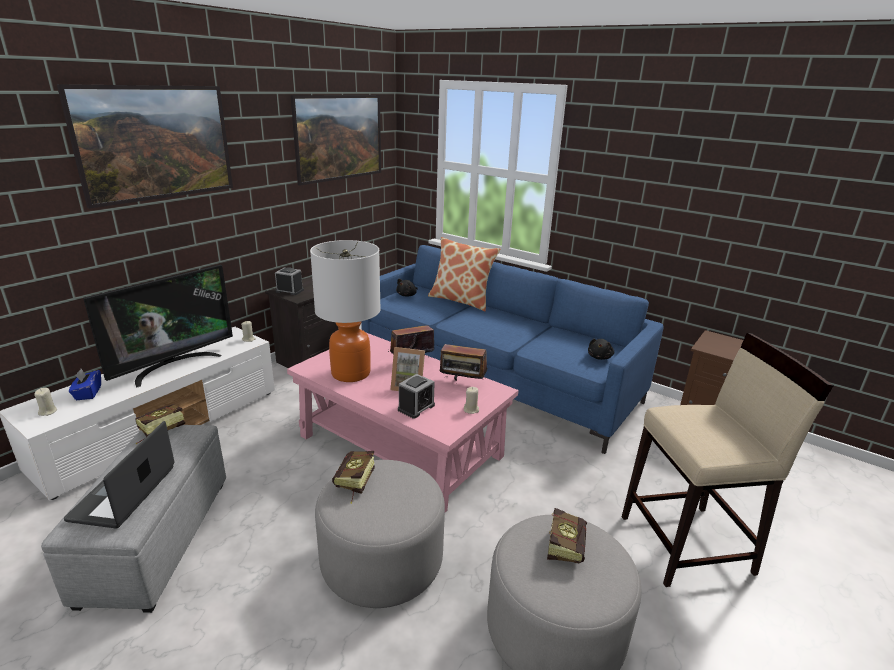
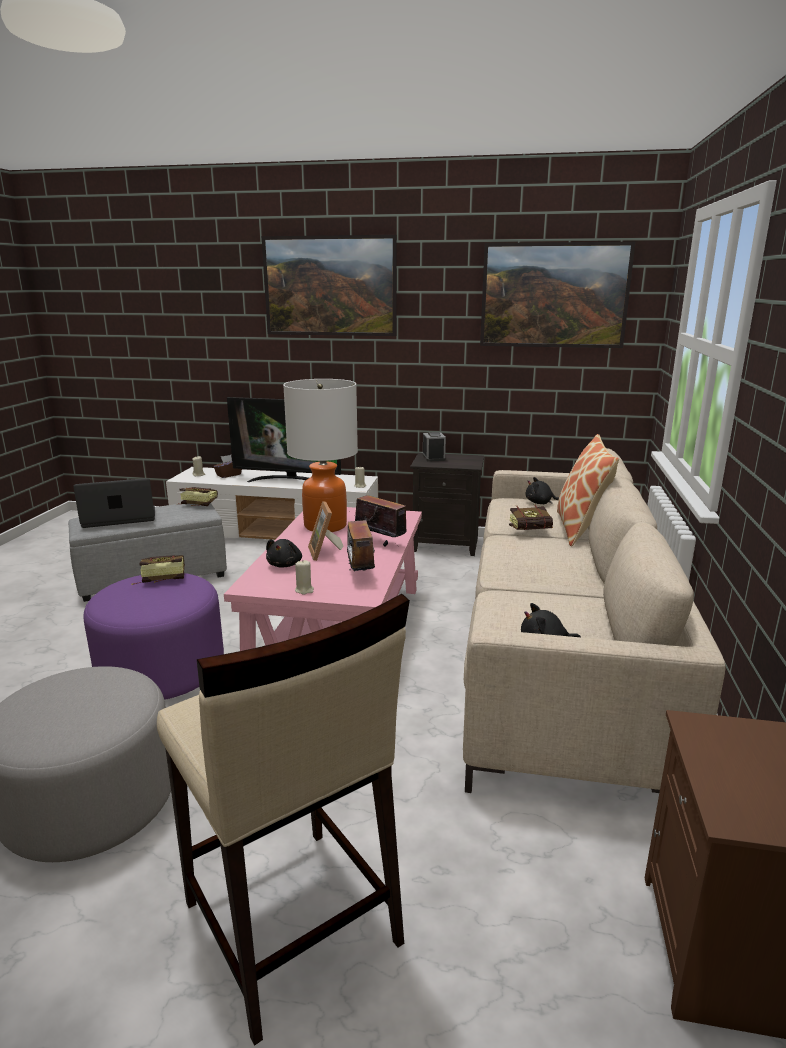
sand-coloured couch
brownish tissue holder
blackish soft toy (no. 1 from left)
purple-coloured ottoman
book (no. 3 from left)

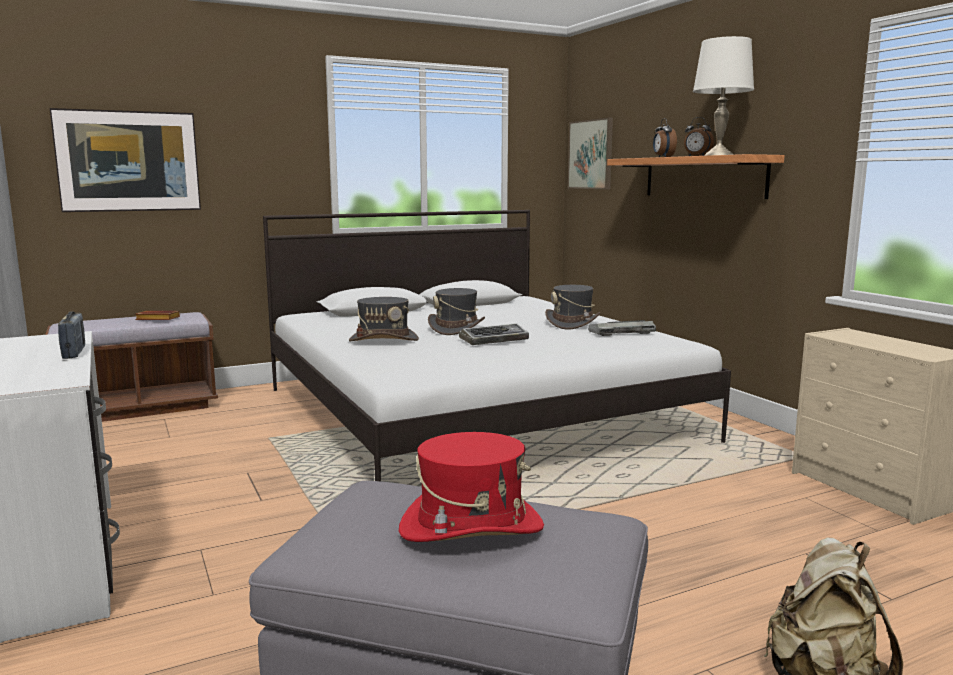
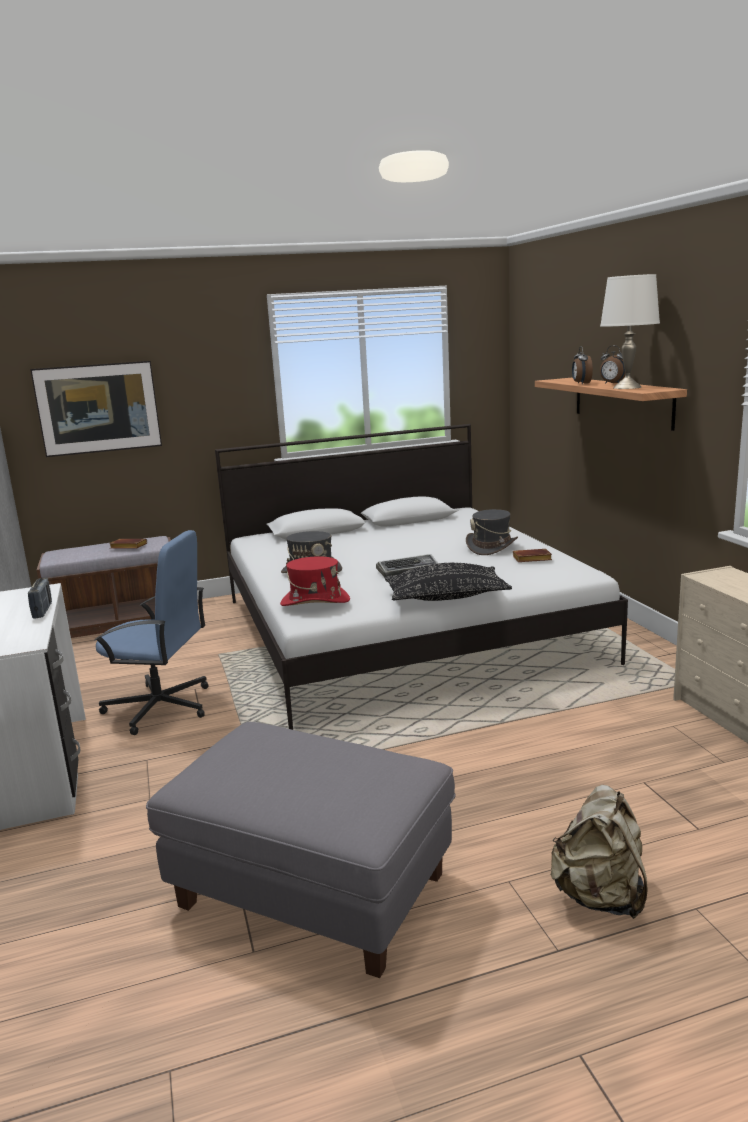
wall picture (no. 2 from left in the first image)
gray wearable hat (no. 2 from left in the first image)
brownish book (no. 2 from left)
red-coloured wearable hat
blue-coloured computer chair
blackish cushion

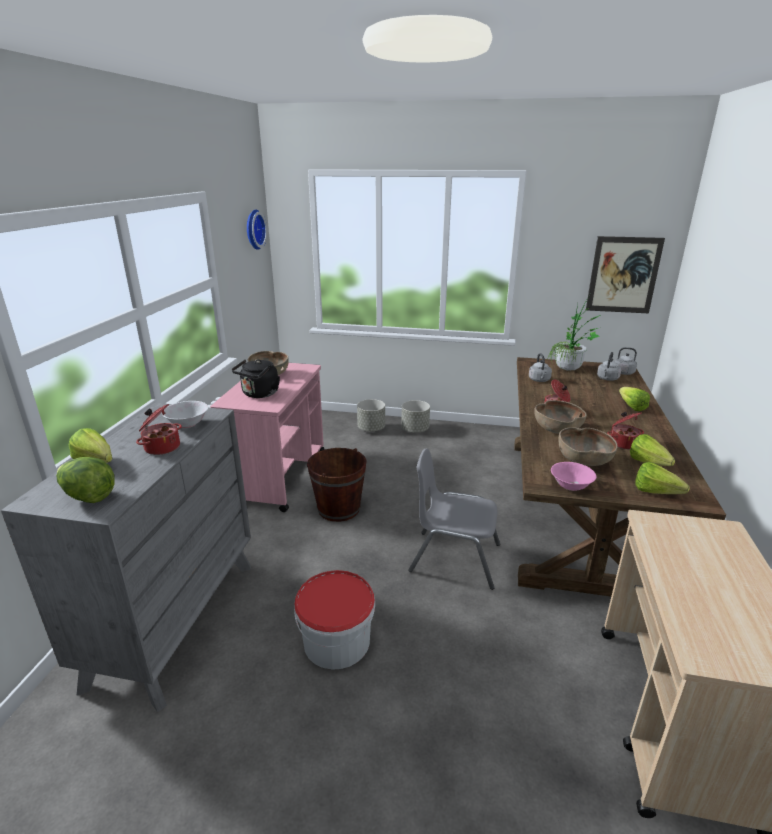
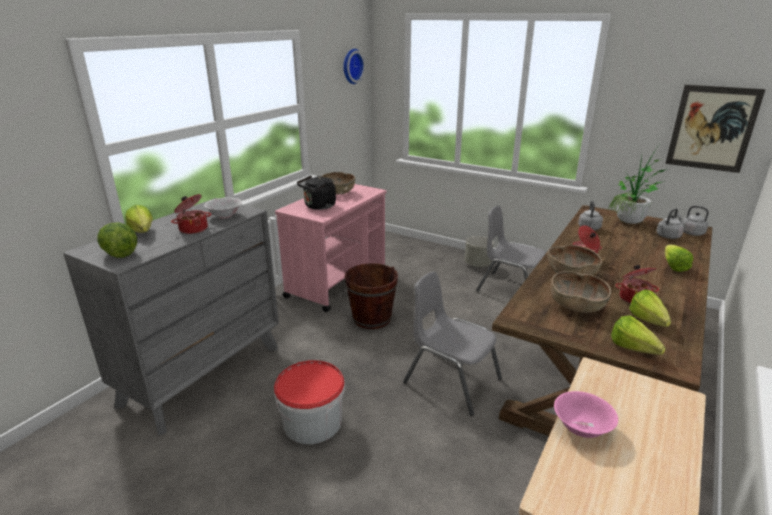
gray planter (no. 1 from left in the first image)
pink-coloured serving bowl
gray plain chair (no. 2 from left)

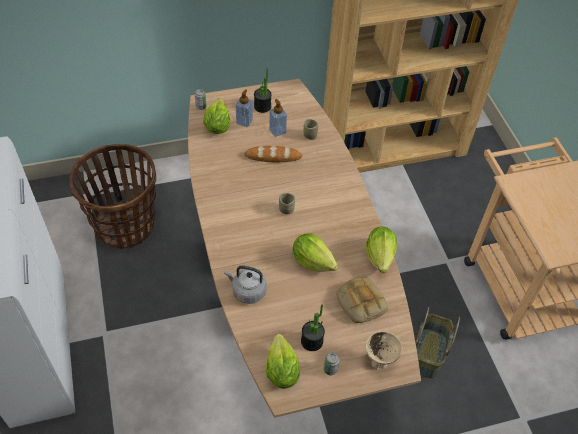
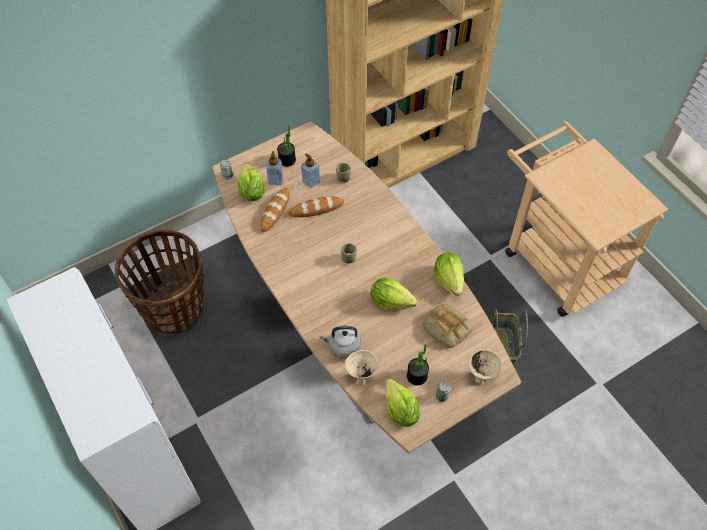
bread (no. 1 from left)
sand-coloured serving bowl (no. 1 from left)

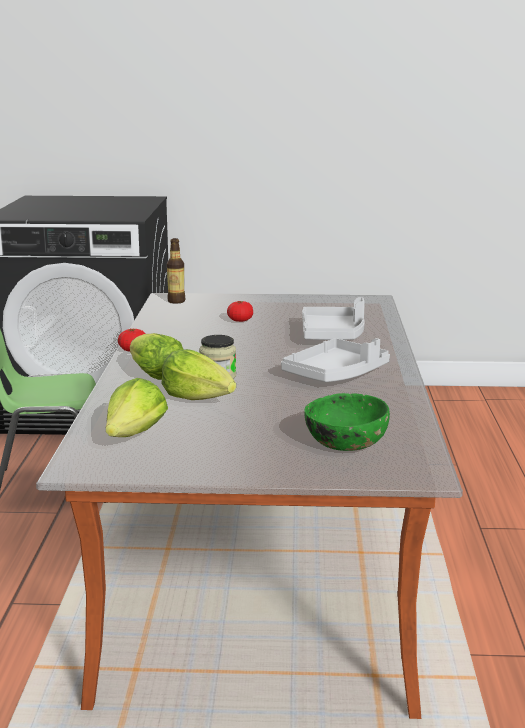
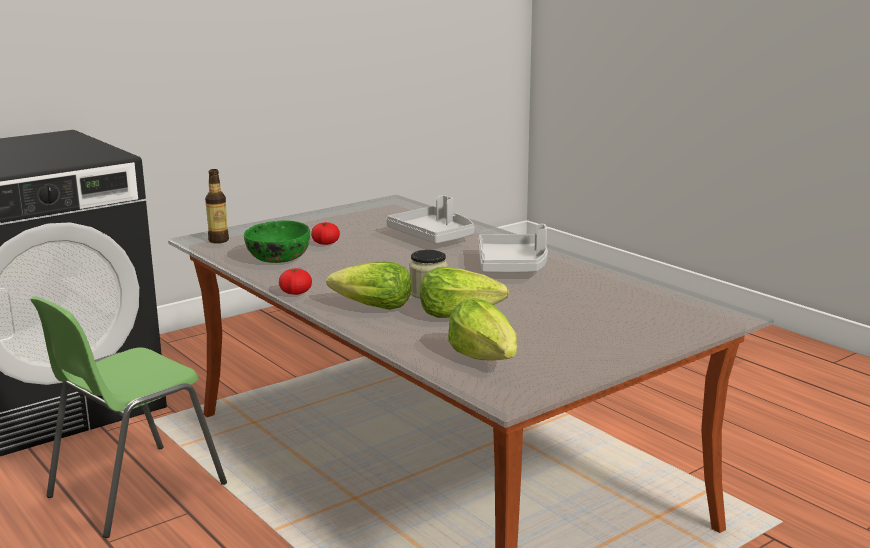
greenish serving bowl

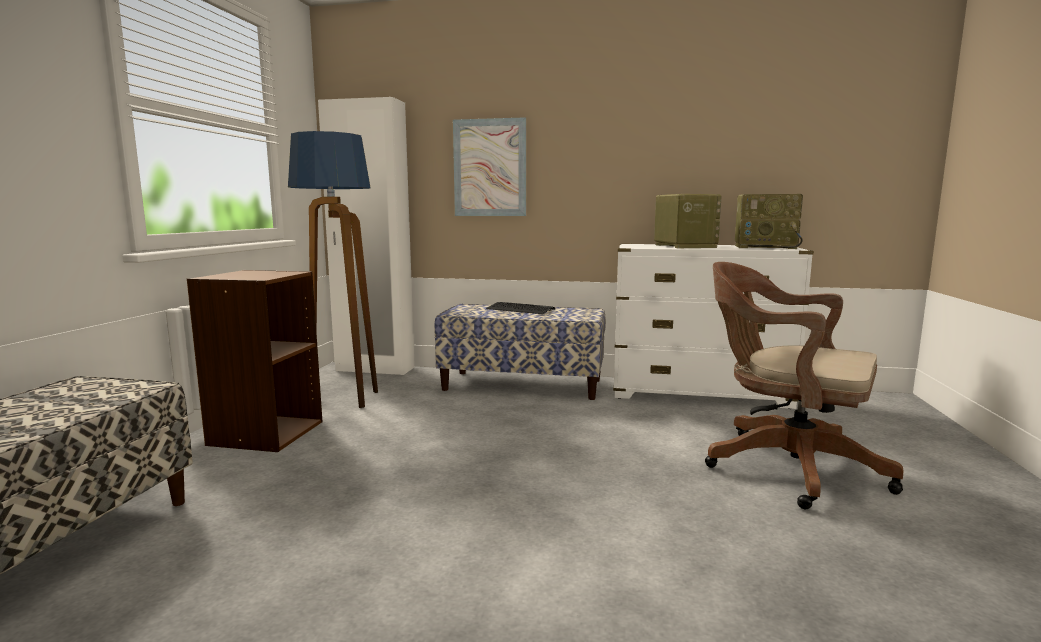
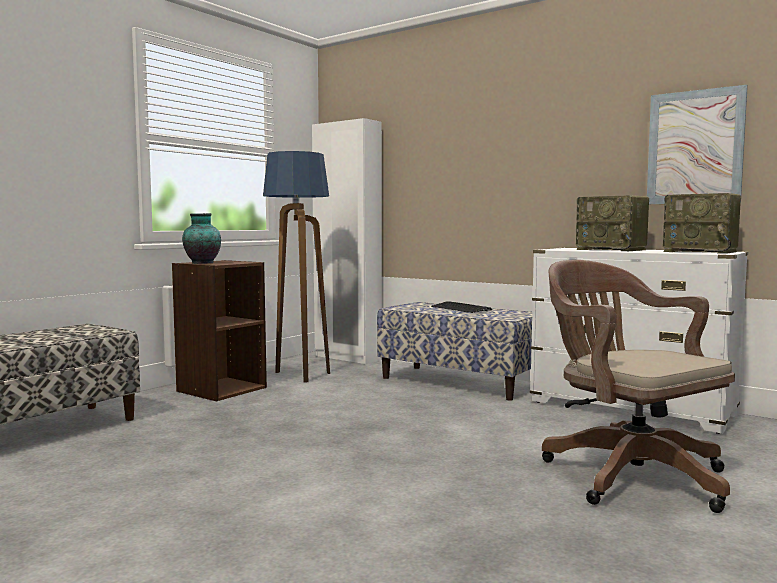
wall picture
radio (no. 1 from left)
decorative vase

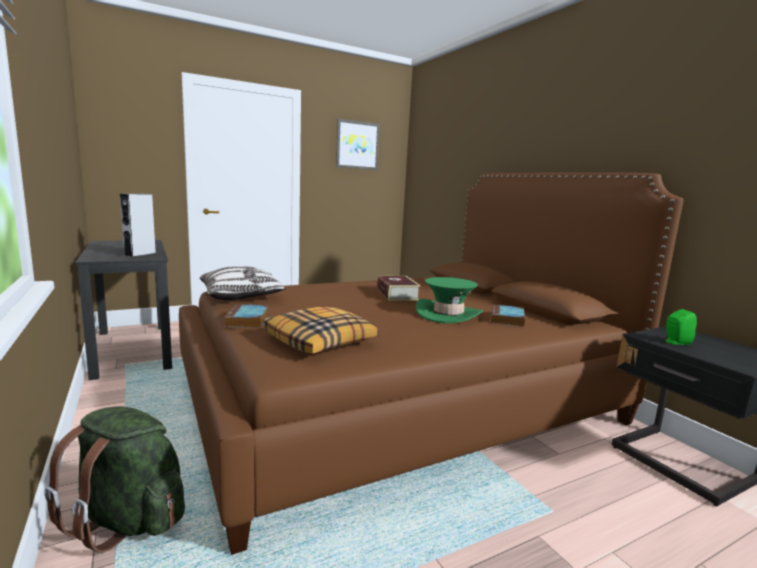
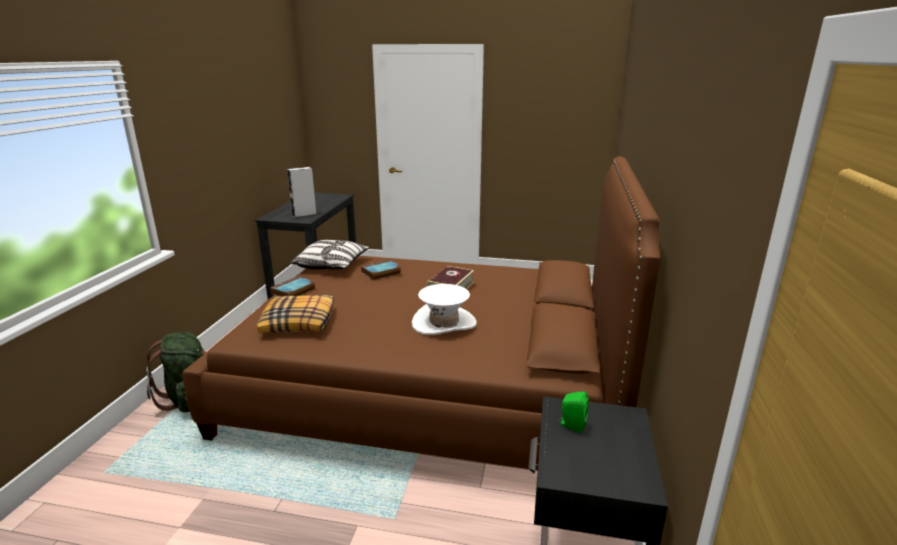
wall picture
whitish wearable hat
book (no. 2 from left)

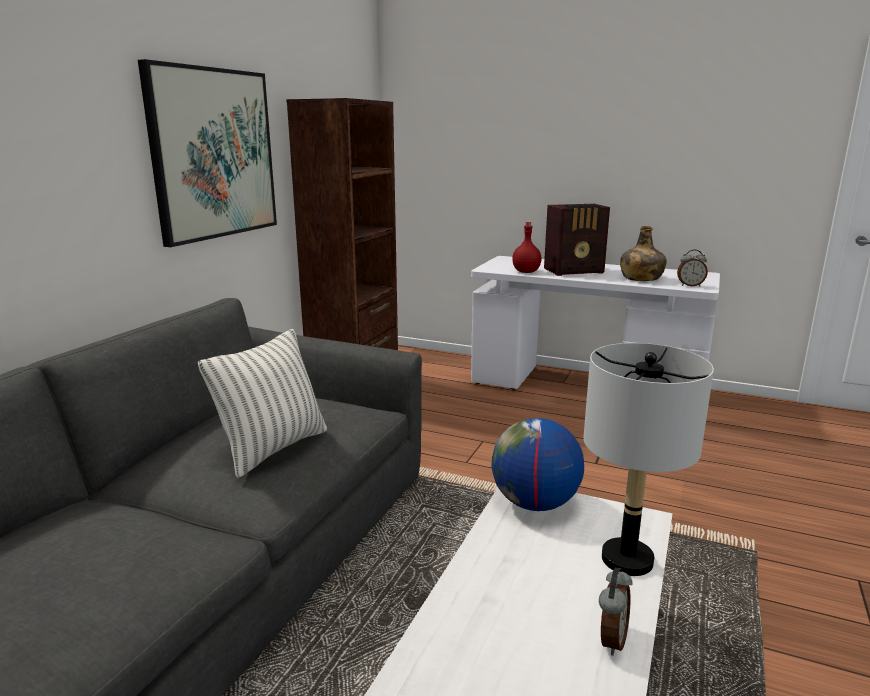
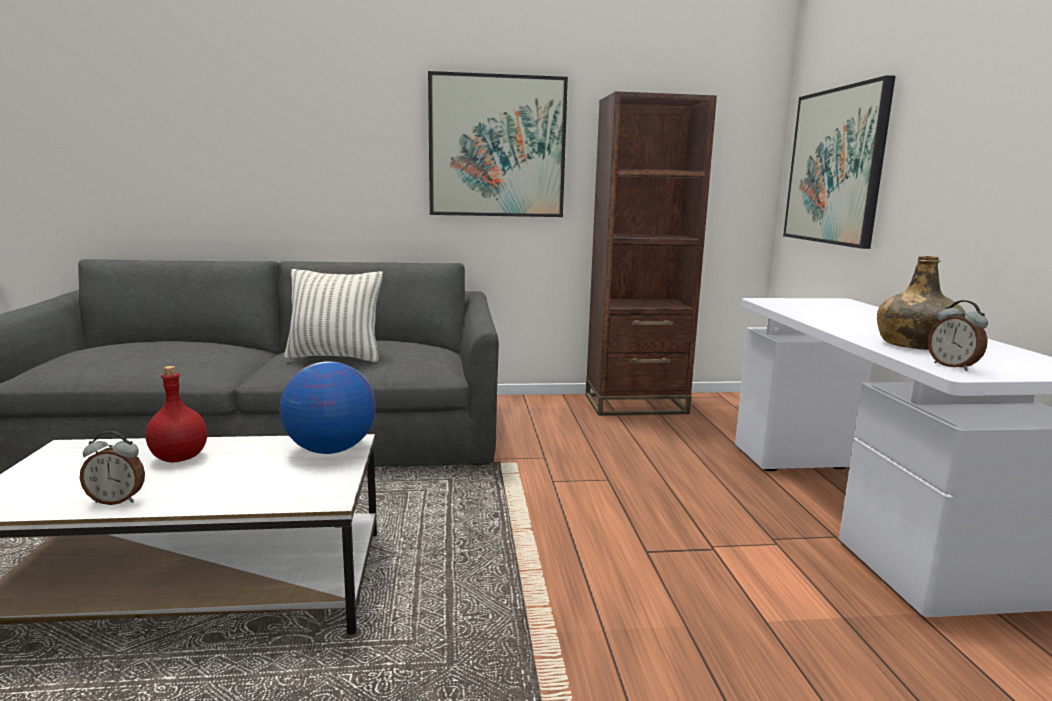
radio
red-coloured drink bottle
gray lamp for a table
wall picture (no. 2 from left)

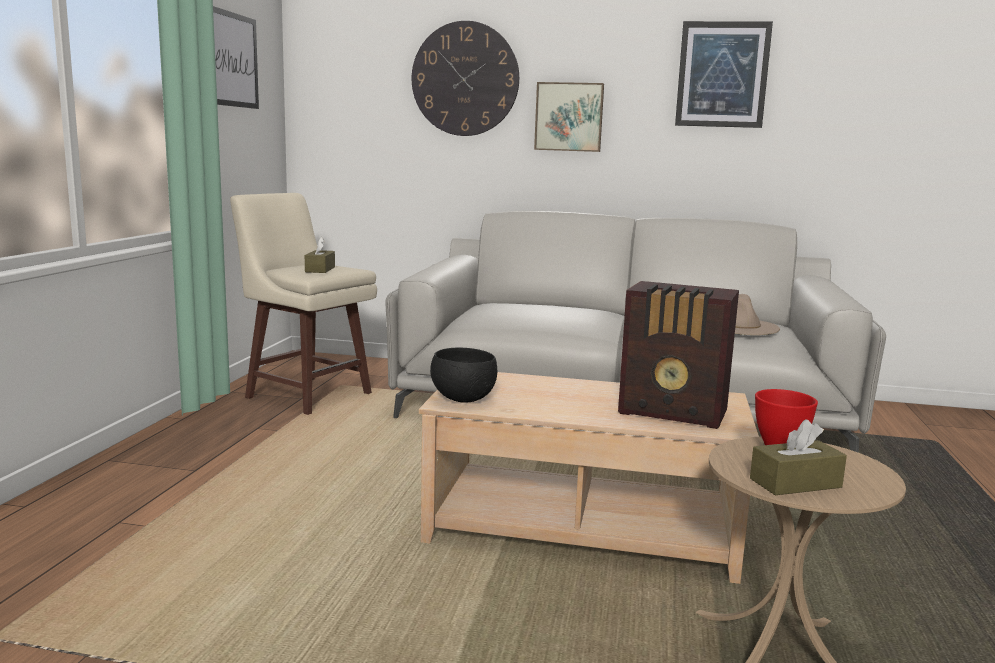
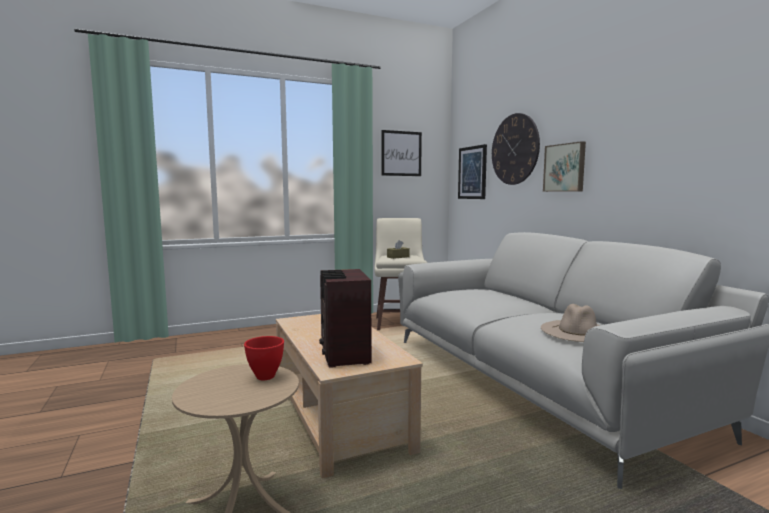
wall picture (no. 2 from left)
blackish serving bowl
brownish tissue holder (no. 2 from left in the first image)

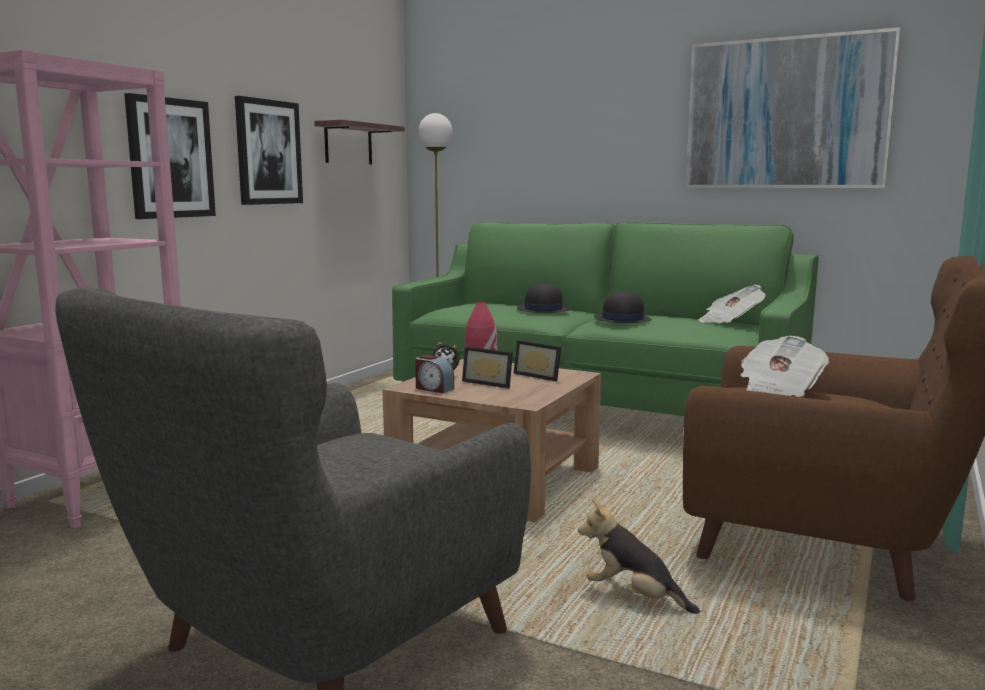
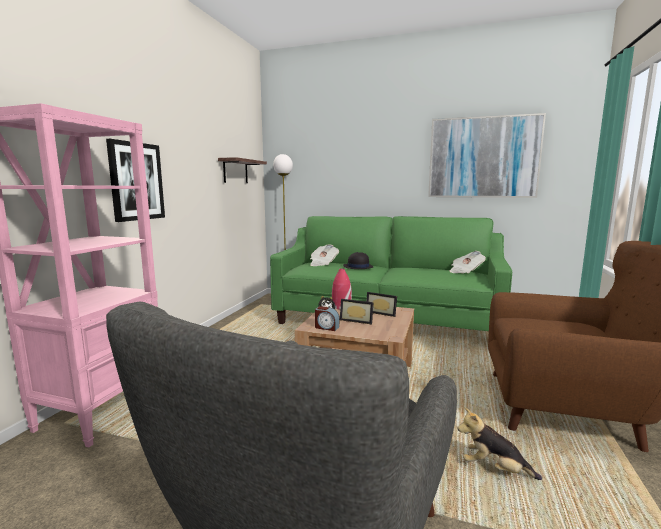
wall picture (no. 2 from left in the first image)
blackish wearable hat (no. 2 from left in the first image)
printed paper (no. 1 from left)

